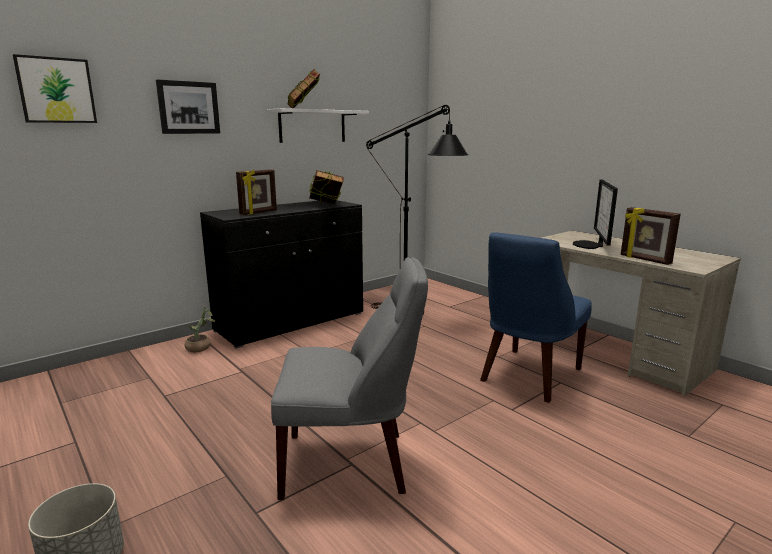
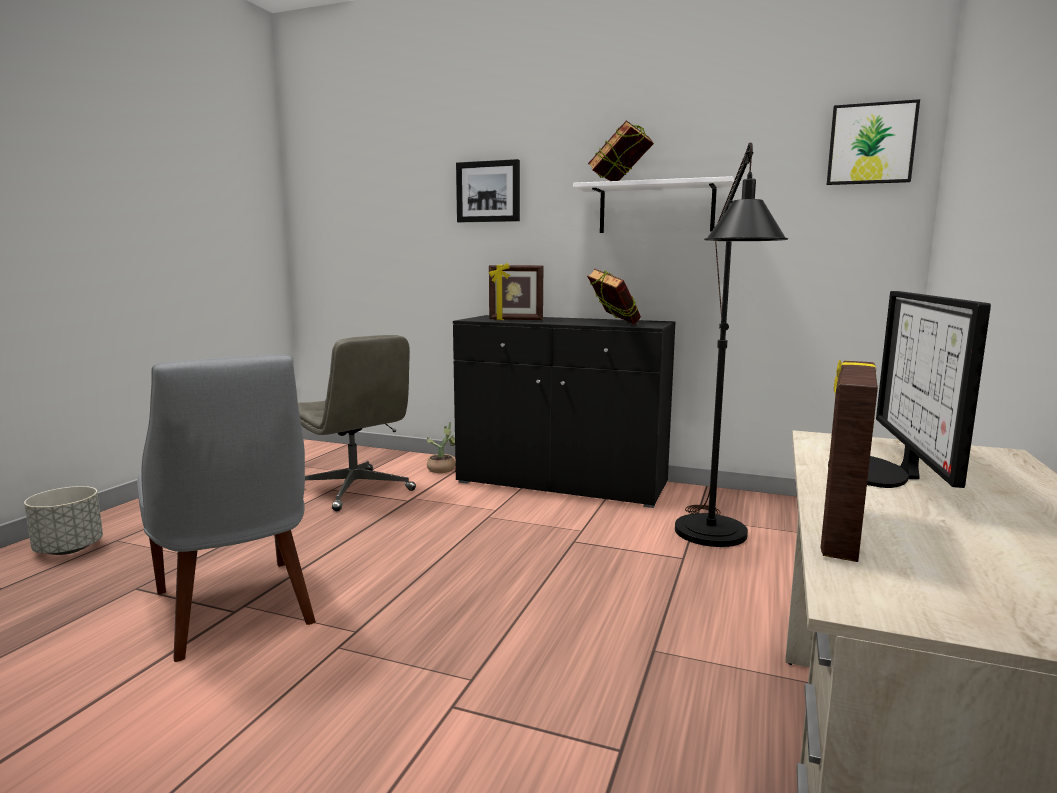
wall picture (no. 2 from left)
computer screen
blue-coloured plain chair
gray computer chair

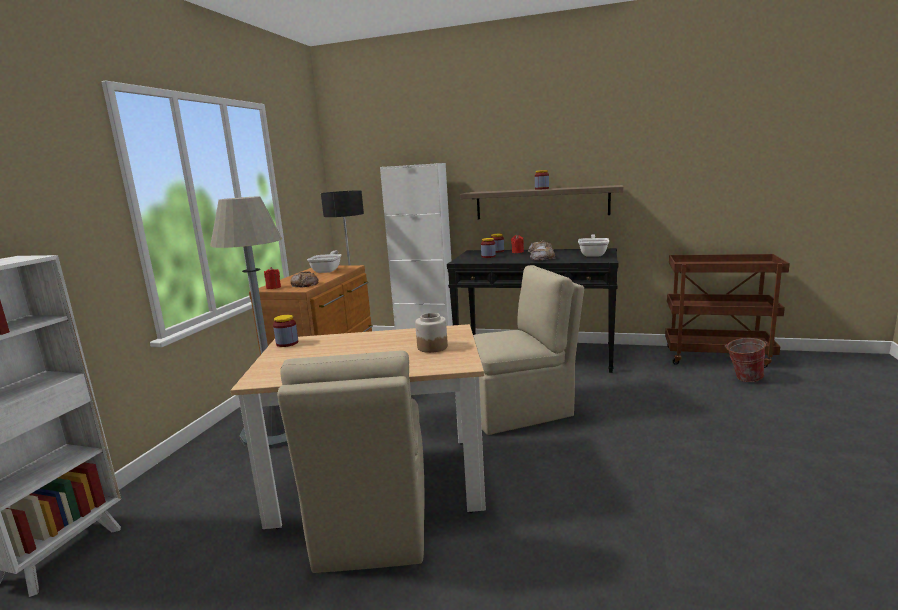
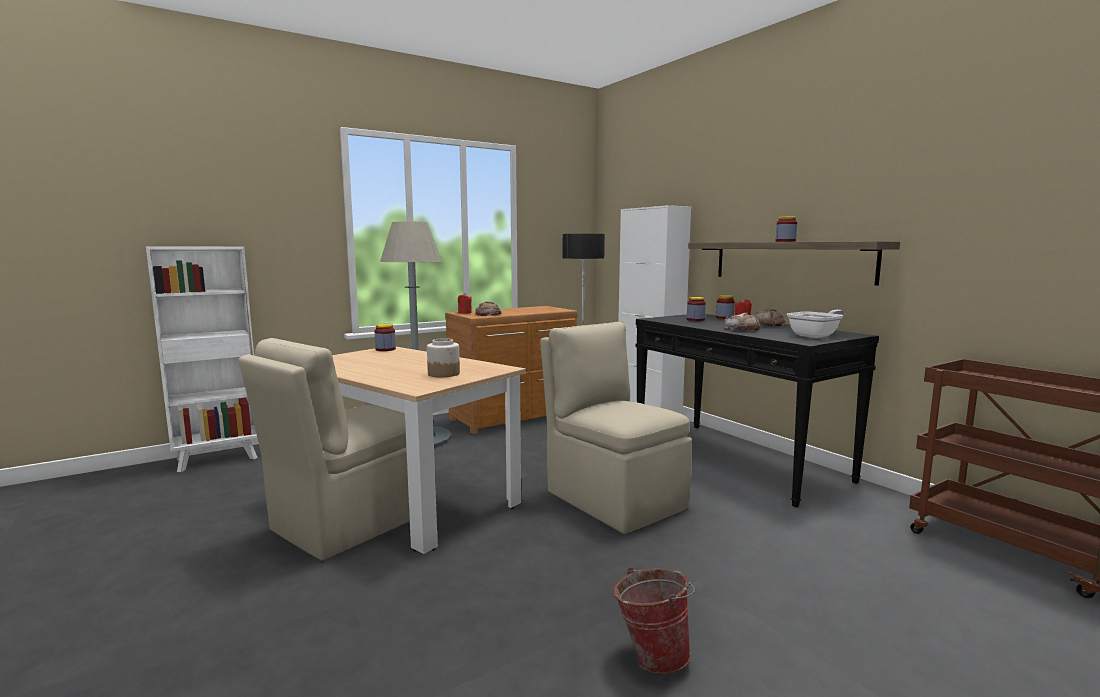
skillet (no. 1 from left in the first image)
sand-coloured plain chair (no. 2 from left)
pail

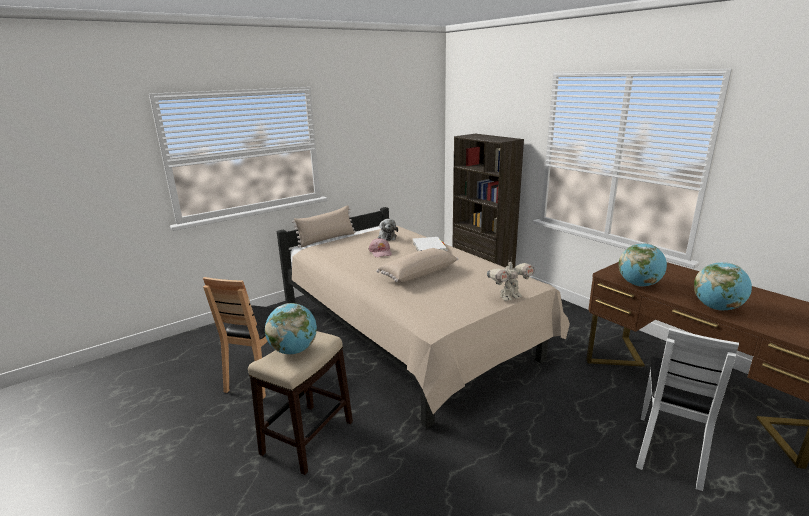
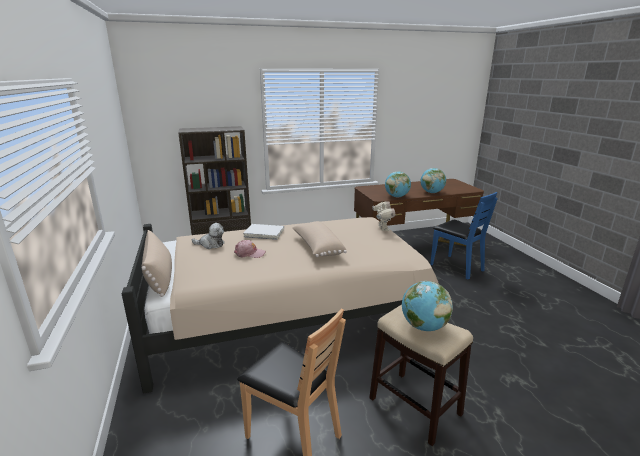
blue-coloured plain chair

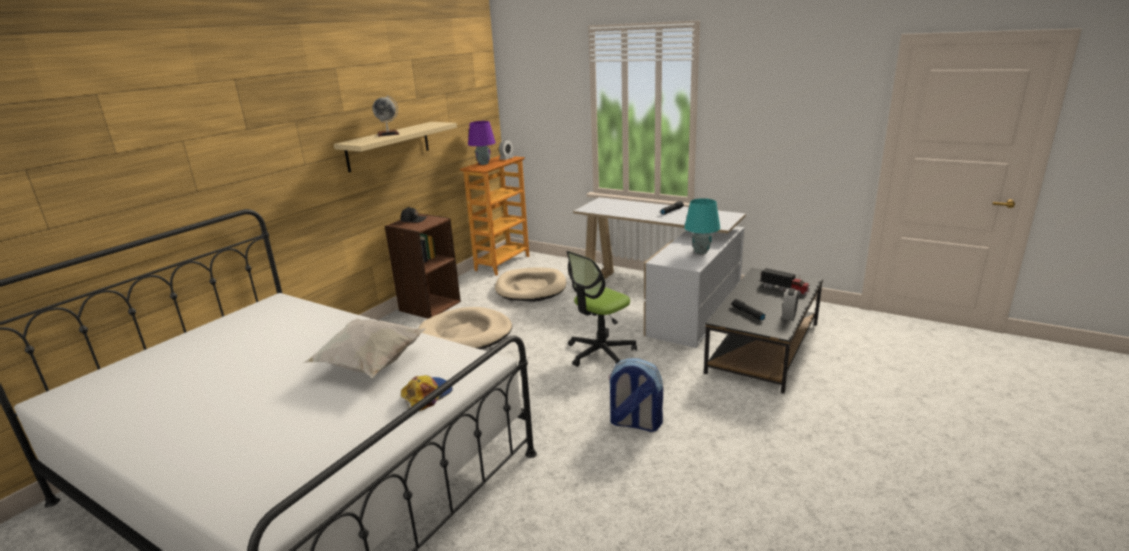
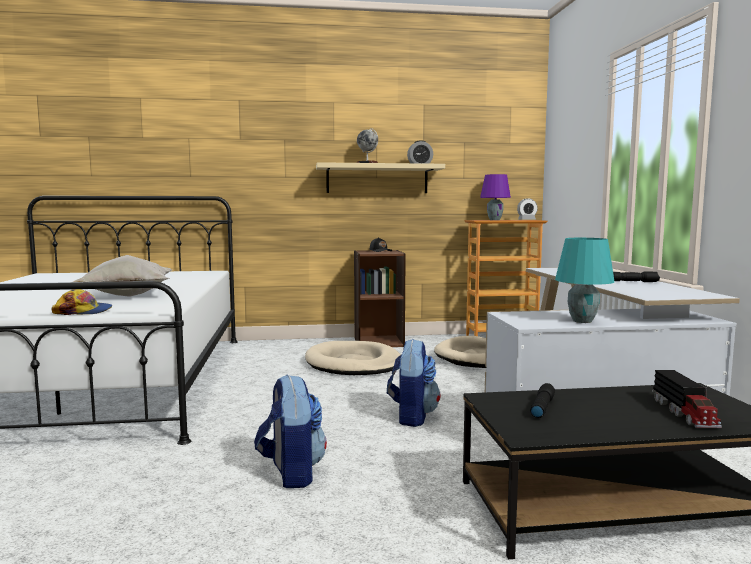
backpack (no. 2 from left)
alarm clock (no. 1 from left)

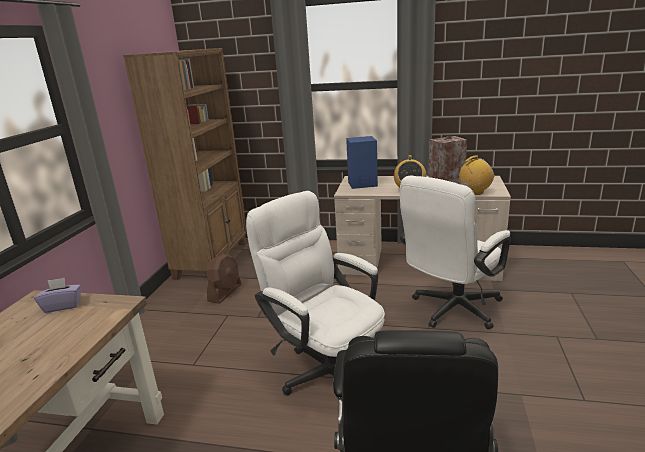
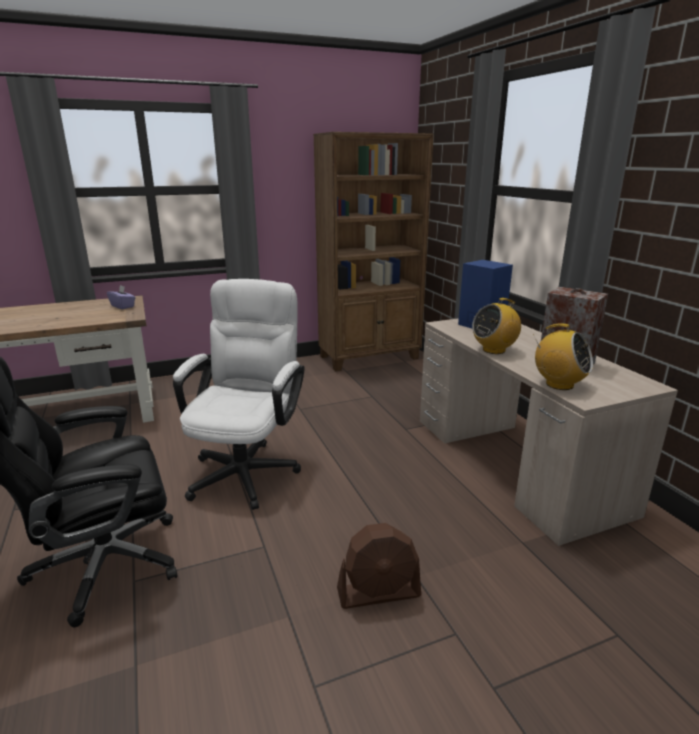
whitish computer chair (no. 2 from left in the first image)
brownish electric fan

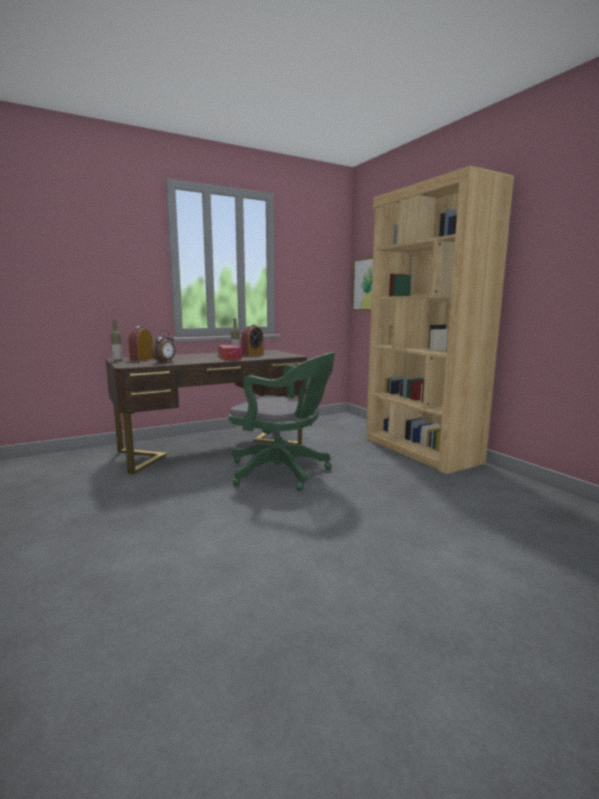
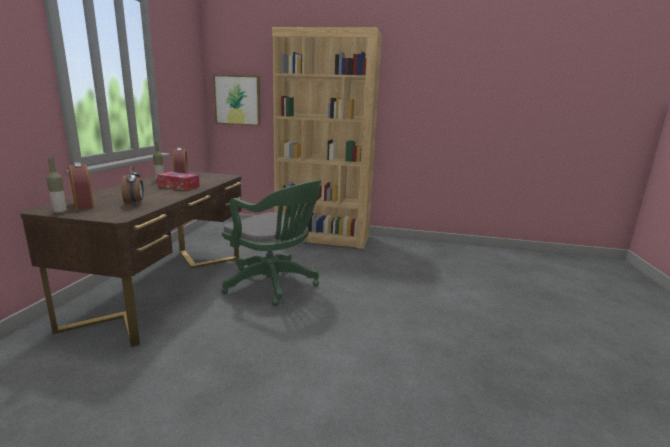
greenish computer chair

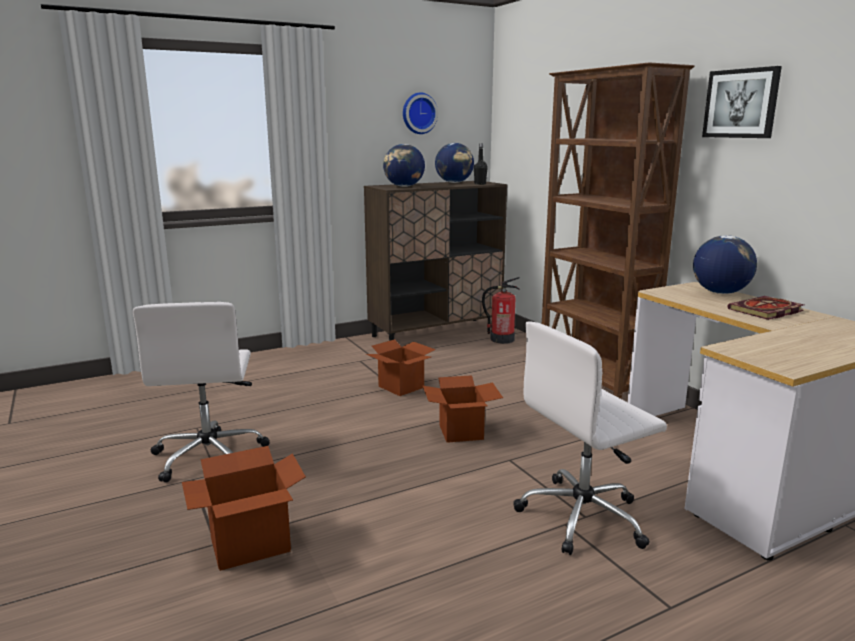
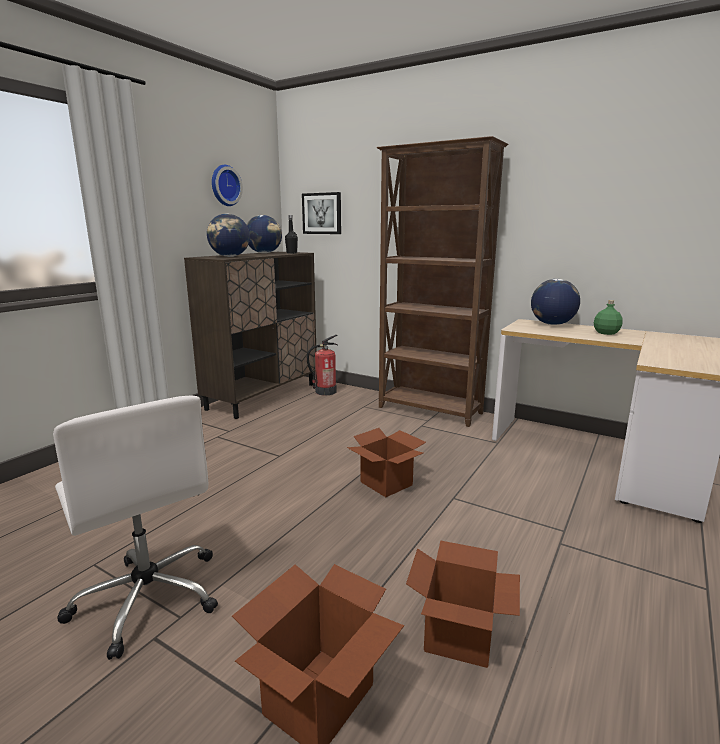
wall picture
greenish drink bottle
whitish computer chair (no. 2 from left in the first image)
packing box (no. 3 from left)

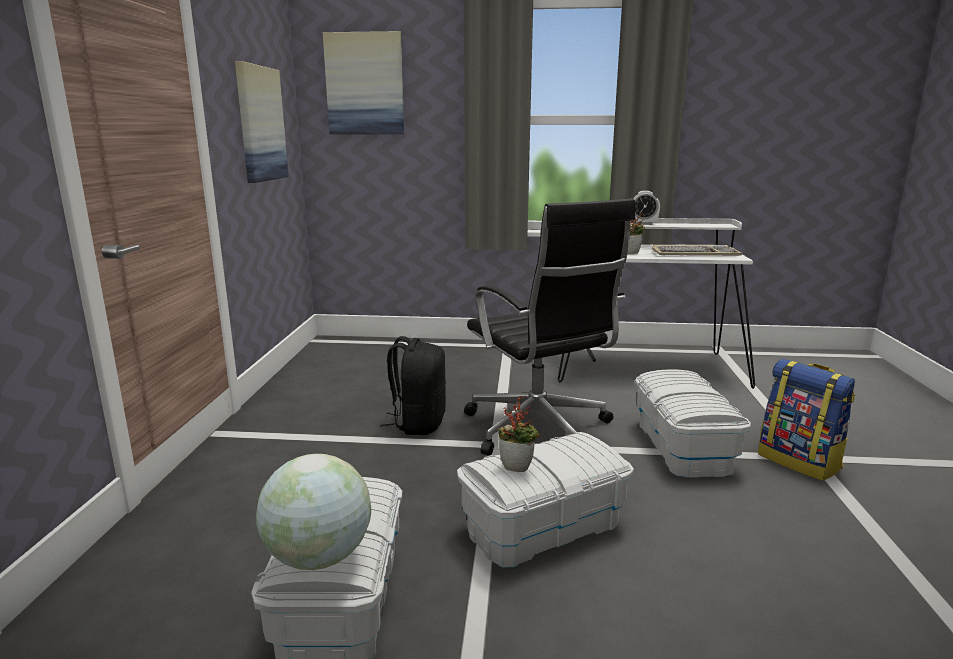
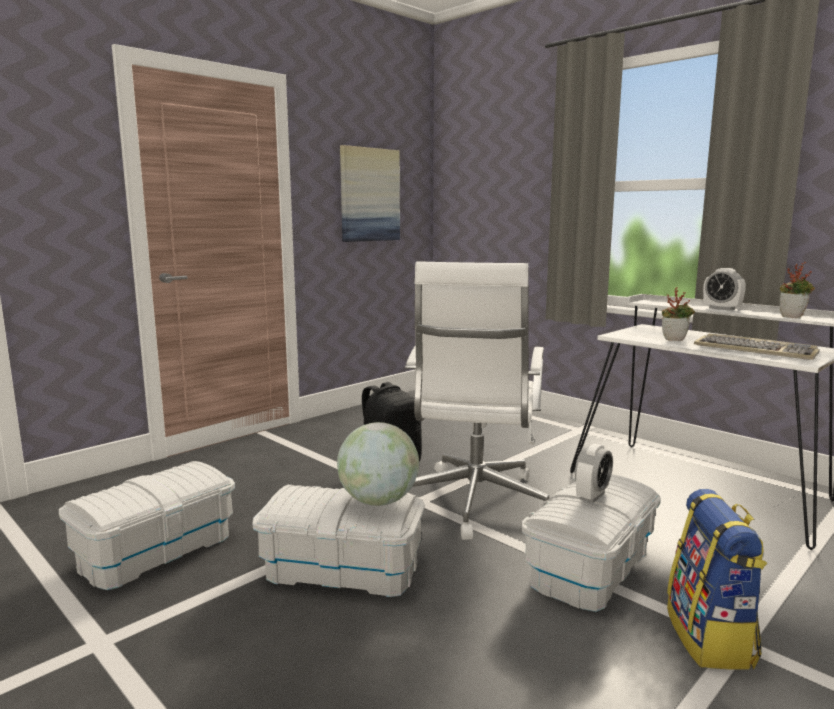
wall picture (no. 2 from left in the first image)
whitish computer chair
houseplant (no. 2 from left)
world globe
alarm clock (no. 1 from left)

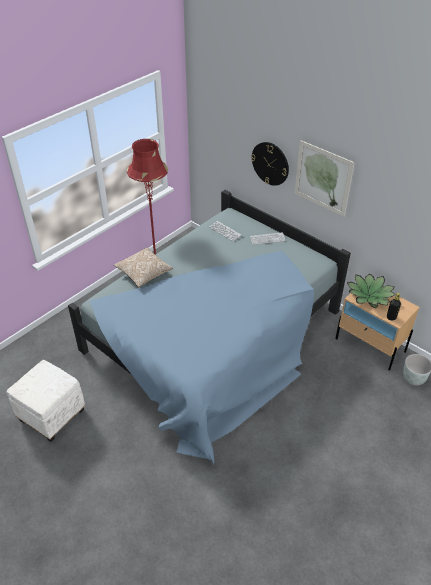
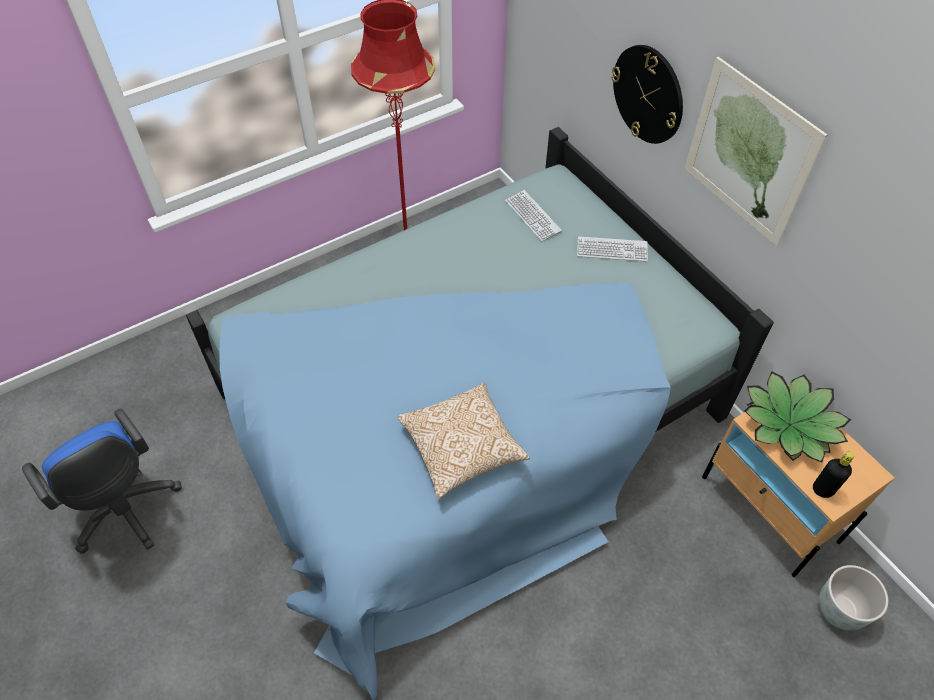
cushion
blue-coloured computer chair

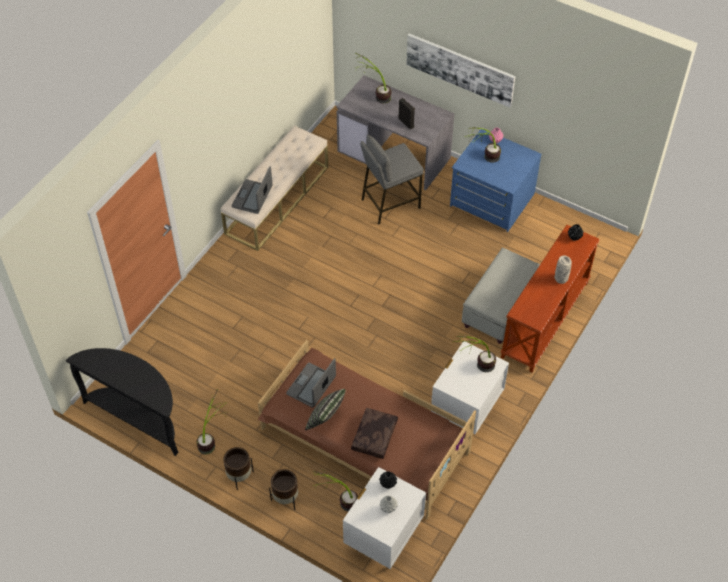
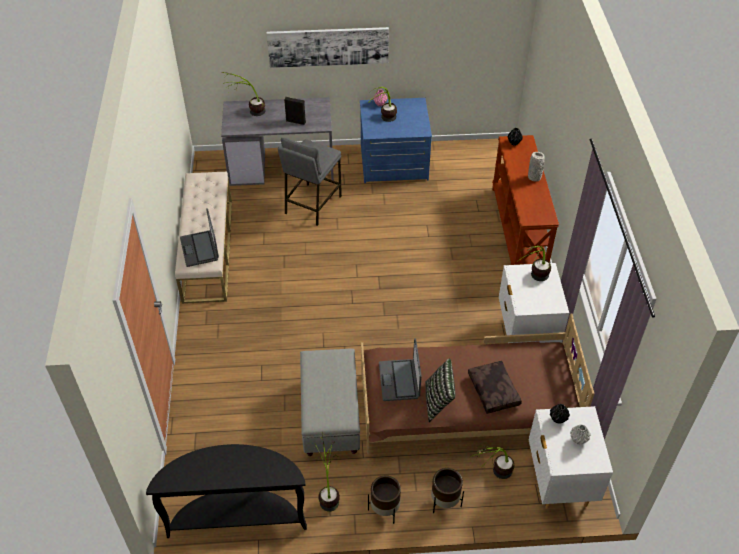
gray ottoman

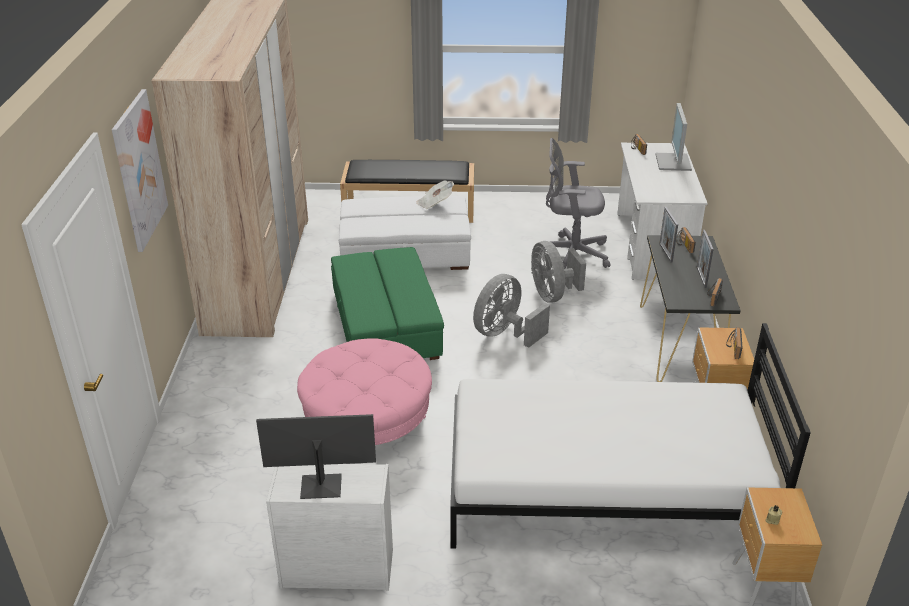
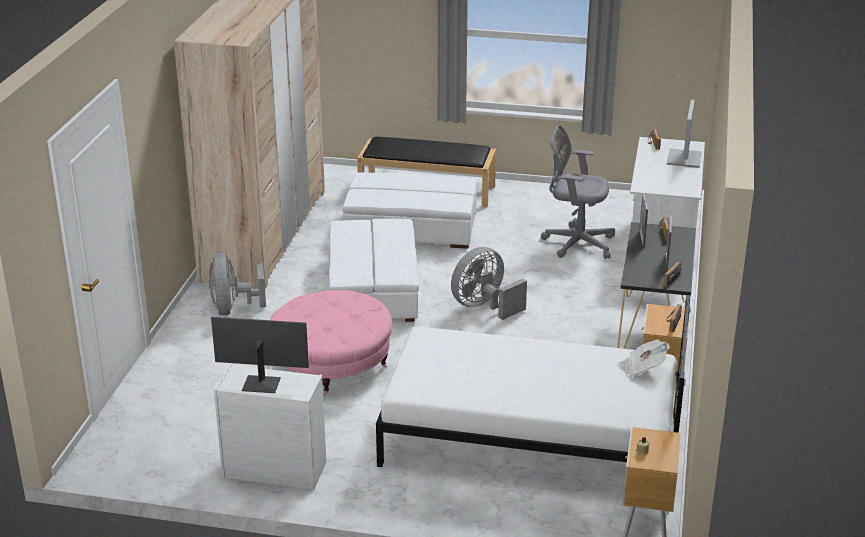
wall picture
printed paper
gray electric fan (no. 1 from left)
whitish ottoman (no. 1 from left)

